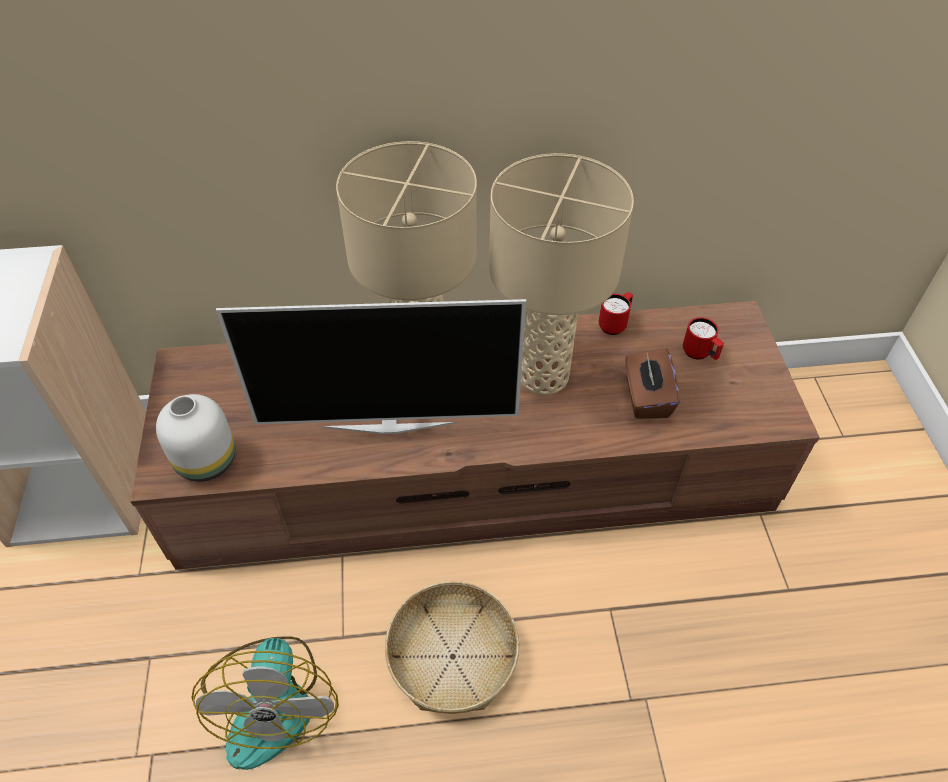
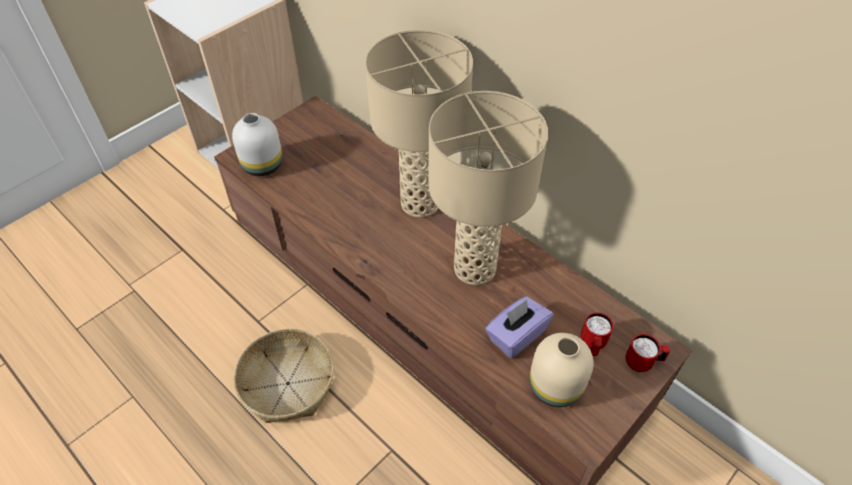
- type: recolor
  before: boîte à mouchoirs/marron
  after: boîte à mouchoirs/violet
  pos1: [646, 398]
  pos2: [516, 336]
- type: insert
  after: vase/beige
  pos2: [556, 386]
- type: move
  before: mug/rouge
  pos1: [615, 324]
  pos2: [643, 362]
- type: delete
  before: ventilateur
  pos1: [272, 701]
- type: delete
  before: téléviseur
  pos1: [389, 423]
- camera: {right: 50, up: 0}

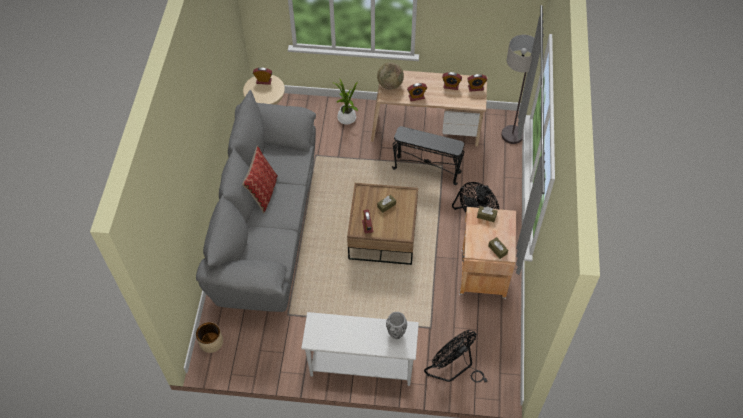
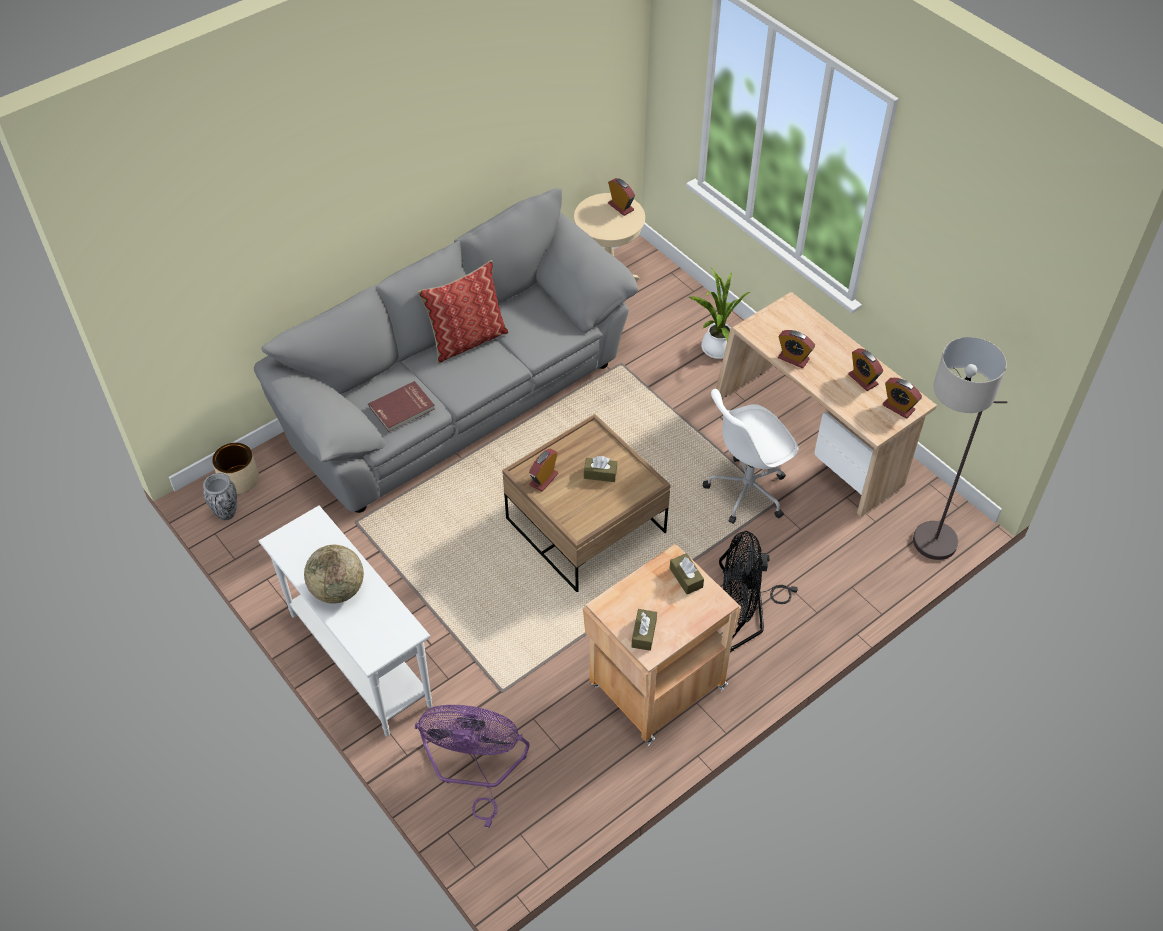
- type: move
  before: vase
  pos1: [396, 333]
  pos2: [226, 513]
- type: move
  before: globe
  pos1: [390, 84]
  pos2: [338, 590]
- type: insert
  after: livre/rouge
  pos2: [402, 408]
- type: recolor
  before: ventilateur/noir
  after: ventilateur/violet
  pos1: [456, 366]
  pos2: [474, 770]
- type: replace
  before: table d'appoint/noir
  after: chaise de bureau/blanc
  pos1: [426, 171]
  pos2: [744, 493]
- camera: {right: 45, up: -5}

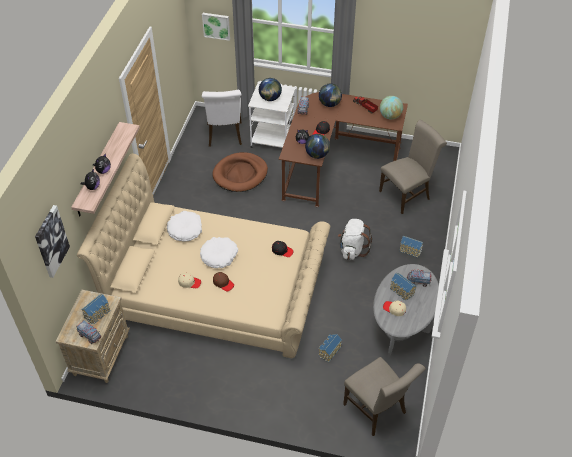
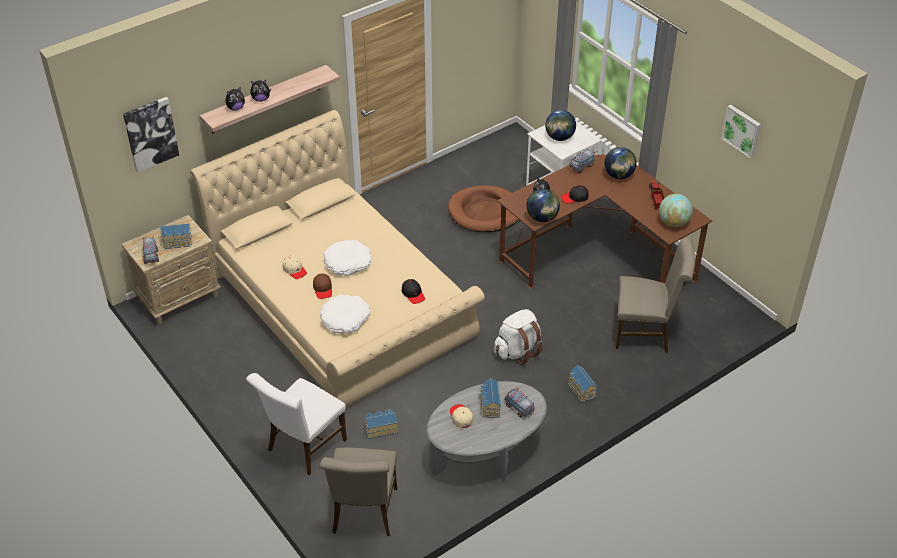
- type: move
  before: chaise/blanc
  pos1: [225, 136]
  pos2: [303, 448]
- type: move
  before: coussin/blanc
  pos1: [184, 230]
  pos2: [344, 319]
- type: move
  before: tableau
  pos1: [216, 25]
  pos2: [742, 130]
- camera: {right: 40, up: -5}

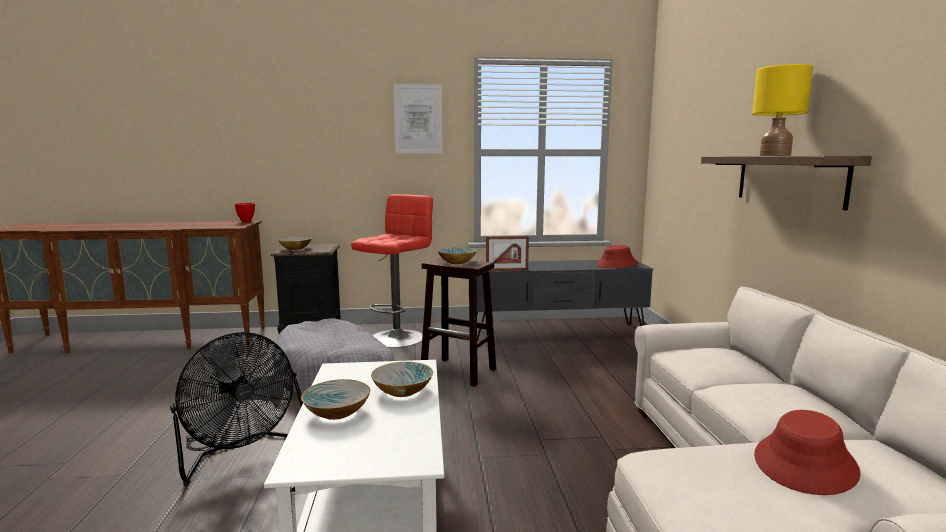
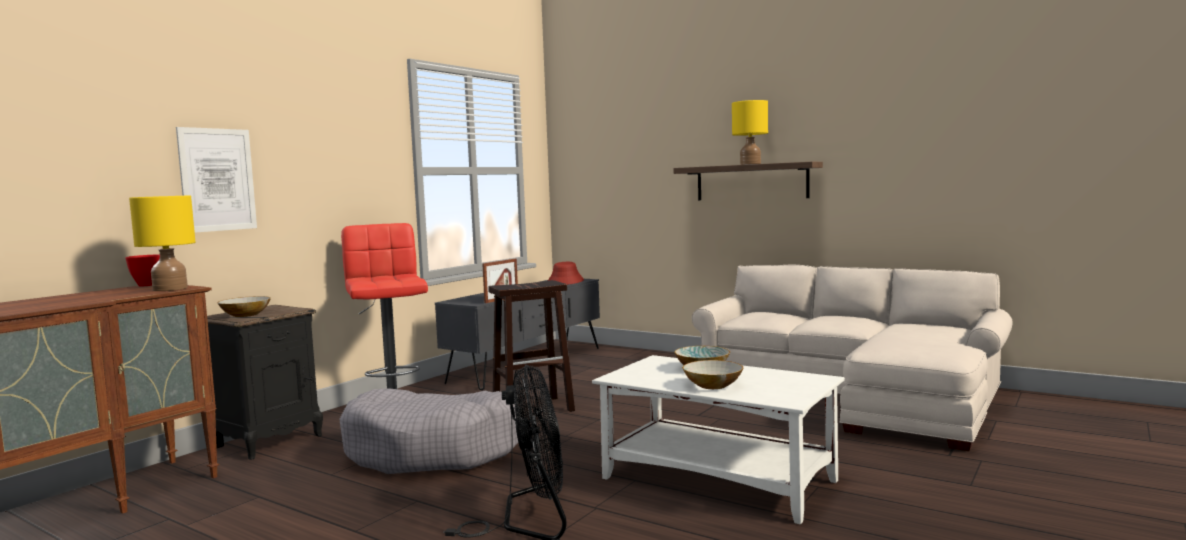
- type: insert
  after: lampe de table/jaune
  pos2: [170, 289]
- type: move
  before: tableau
  pos1: [418, 119]
  pos2: [217, 179]
- type: delete
  before: bol
  pos1: [457, 262]
- type: delete
  before: chapeau/rouge
  pos1: [805, 464]
- camera: {right: -50, up: -5}

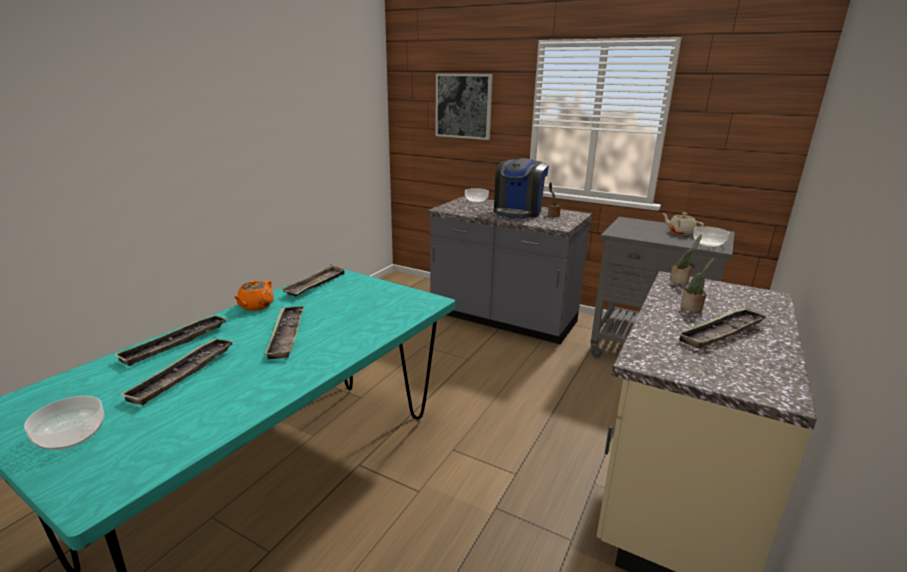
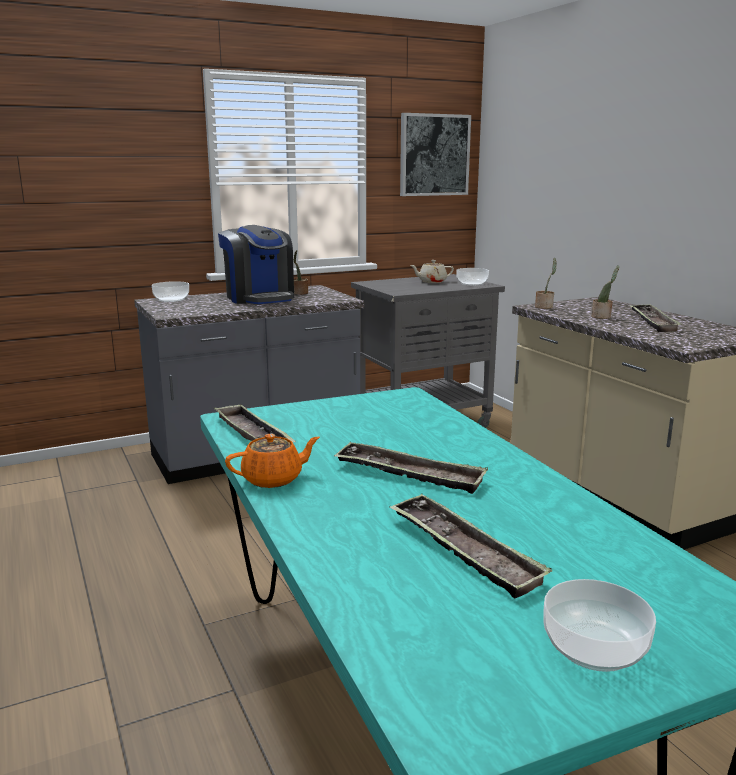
- type: rotate
  before: théière/orange
  pos1: [255, 306]
  pos2: [273, 479]
  turn: -75
- type: move
  before: tableau
  pos1: [463, 106]
  pos2: [434, 155]
- type: delete
  before: plateau
  pos1: [175, 343]
- camera: {right: -55, up: -5}

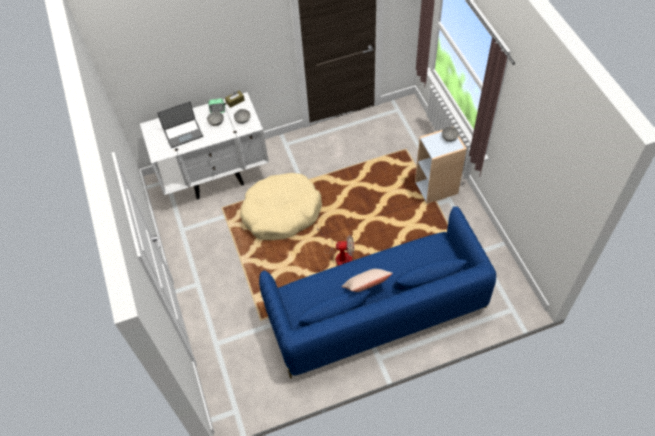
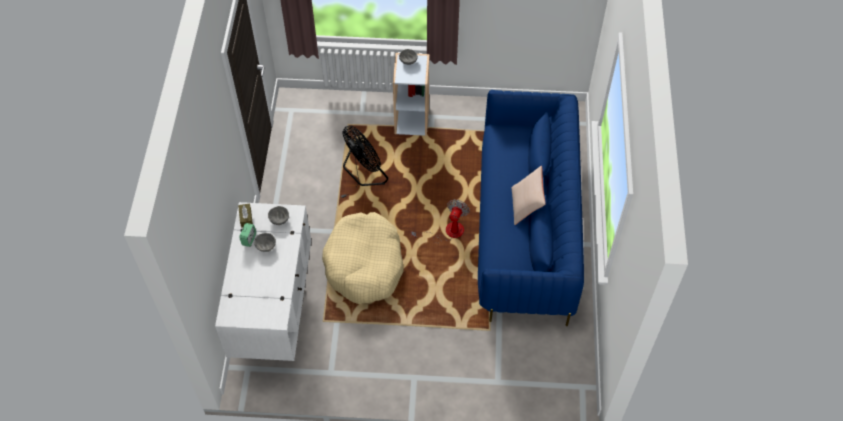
- type: insert
  after: ventilateur/noir
  pos2: [359, 173]
- type: delete
  before: ordinateur portable
  pos1: [183, 133]
- camera: {right: -70, up: 0}

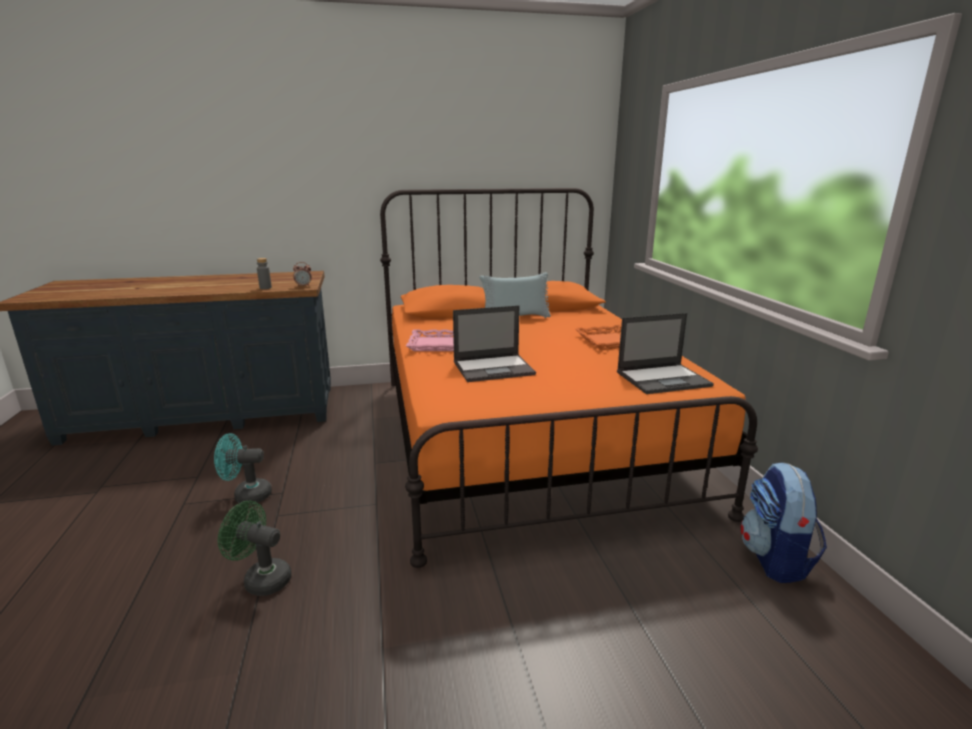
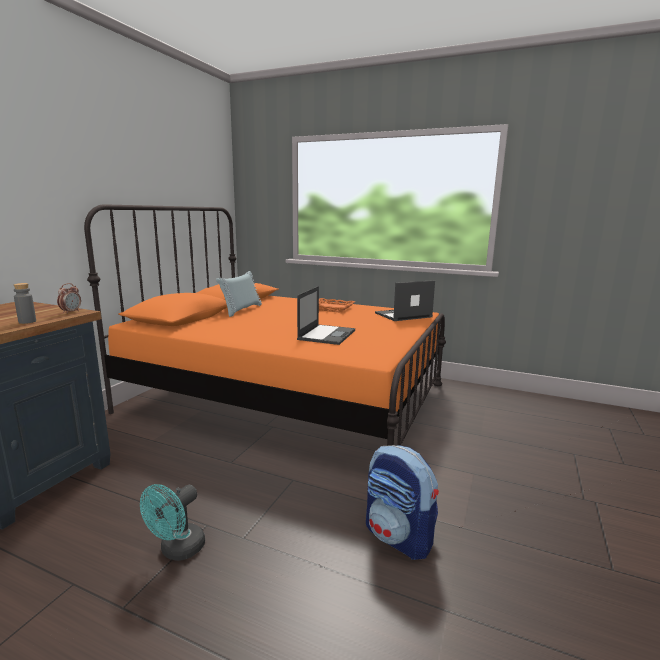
- type: move
  before: sac à dos
  pos1: [775, 559]
  pos2: [399, 537]
- type: rotate
  before: ordinateur portable
  pos1: [664, 379]
  pos2: [403, 315]
  turn: -135
- type: delete
  before: ventilateur/vert
  pos1: [261, 579]
- type: delete
  before: plateau/rose
  pos1: [437, 345]
- camera: {right: -55, up: -5}

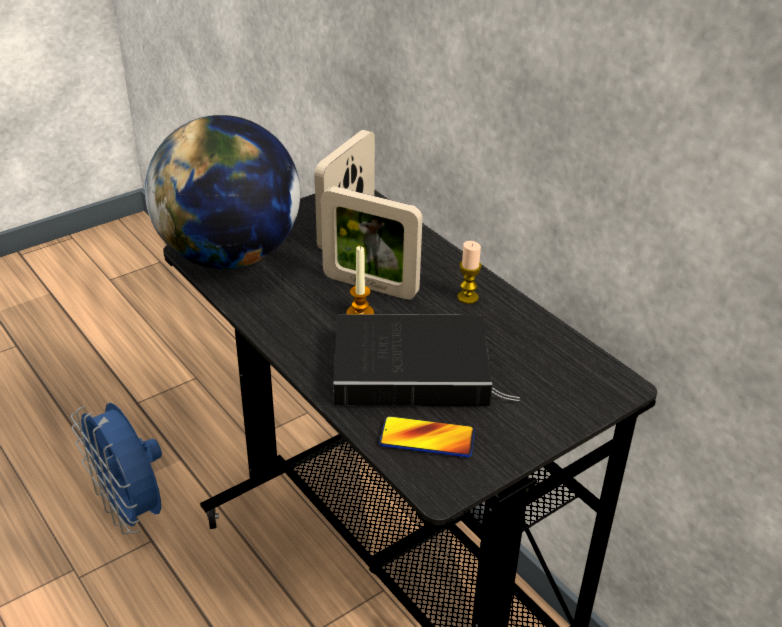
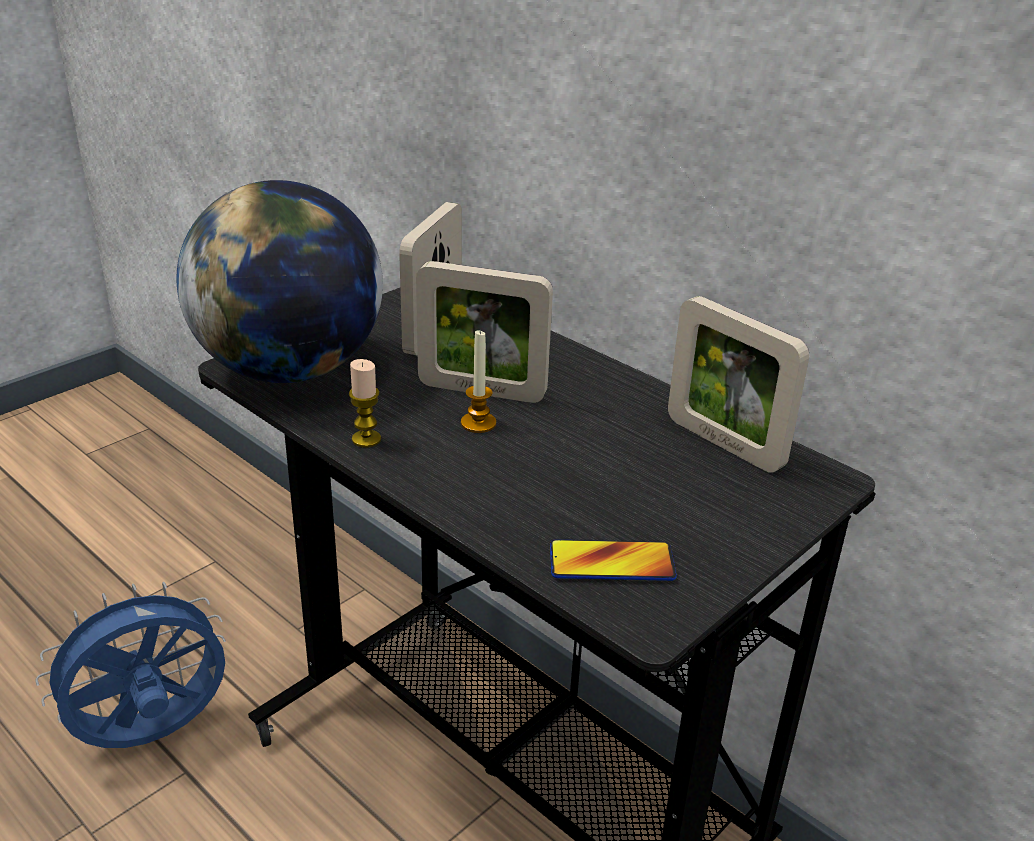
- type: rotate
  before: ventilateur/bleu
  pos1: [131, 511]
  pos2: [153, 736]
  turn: 105
- type: move
  before: bougie
  pos1: [467, 297]
  pos2: [366, 439]
- type: insert
  after: cadre photo
  pos2: [724, 443]
- type: delete
  before: livre
  pos1: [416, 368]
- camera: {right: -10, up: -5}

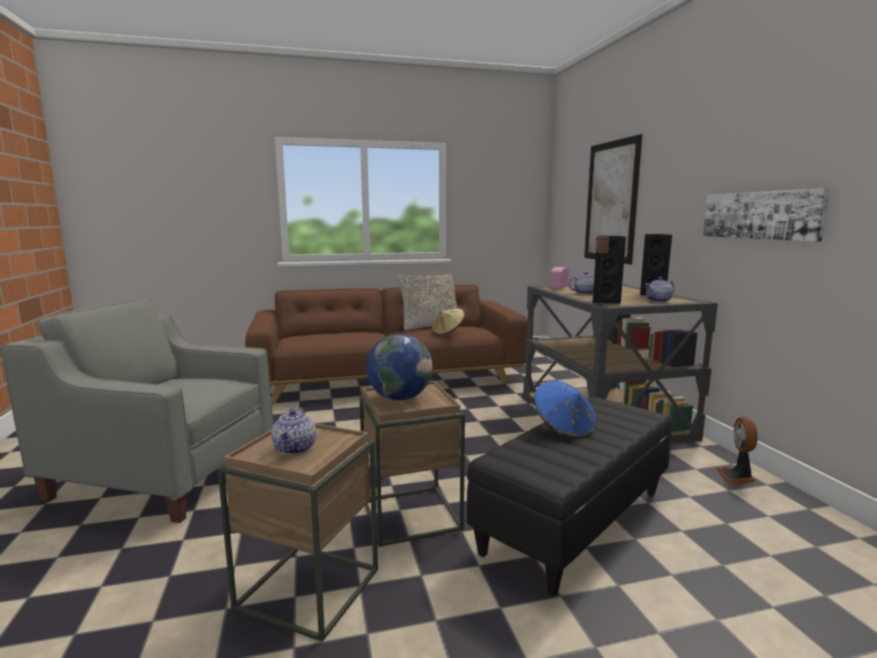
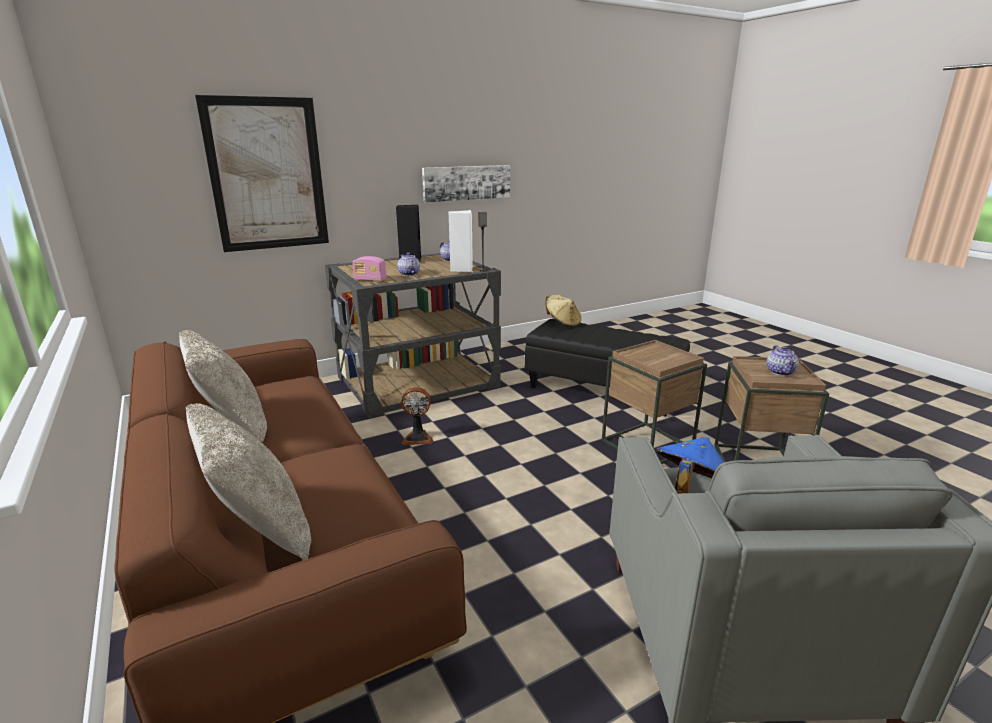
- type: insert
  after: coussin/beige
  pos2: [259, 530]
- type: move
  before: ventilateur
  pos1: [737, 477]
  pos2: [418, 438]
- type: recolor
  before: enceinte/noir
  after: enceinte/blanc
  pos1: [605, 301]
  pos2: [461, 269]
- type: move
  before: chapeau/beige
  pos1: [448, 333]
  pos2: [563, 323]
- type: move
  before: chapeau/bleu
  pos1: [564, 429]
  pos2: [691, 488]
- type: rotate
  before: théière
  pos1: [295, 448]
  pos2: [780, 372]
  turn: 105
- type: delete
  before: globe
  pos1: [400, 398]
- camera: {right: -105, up: 10}

